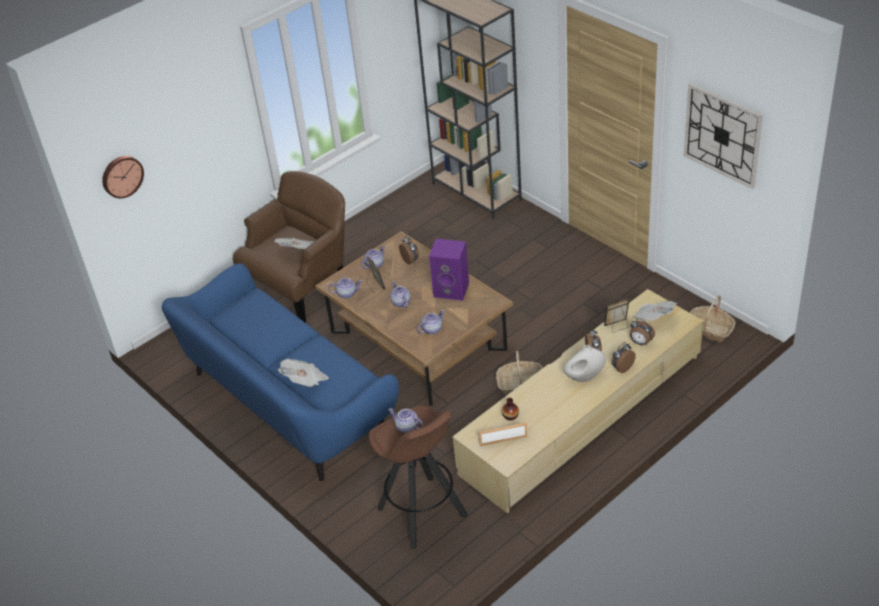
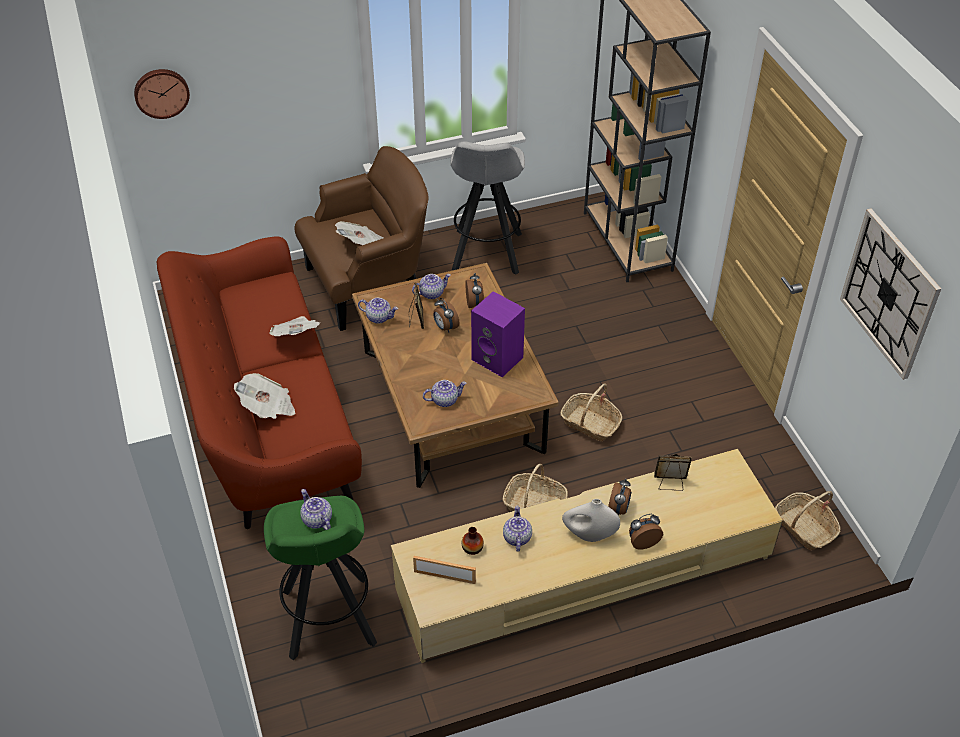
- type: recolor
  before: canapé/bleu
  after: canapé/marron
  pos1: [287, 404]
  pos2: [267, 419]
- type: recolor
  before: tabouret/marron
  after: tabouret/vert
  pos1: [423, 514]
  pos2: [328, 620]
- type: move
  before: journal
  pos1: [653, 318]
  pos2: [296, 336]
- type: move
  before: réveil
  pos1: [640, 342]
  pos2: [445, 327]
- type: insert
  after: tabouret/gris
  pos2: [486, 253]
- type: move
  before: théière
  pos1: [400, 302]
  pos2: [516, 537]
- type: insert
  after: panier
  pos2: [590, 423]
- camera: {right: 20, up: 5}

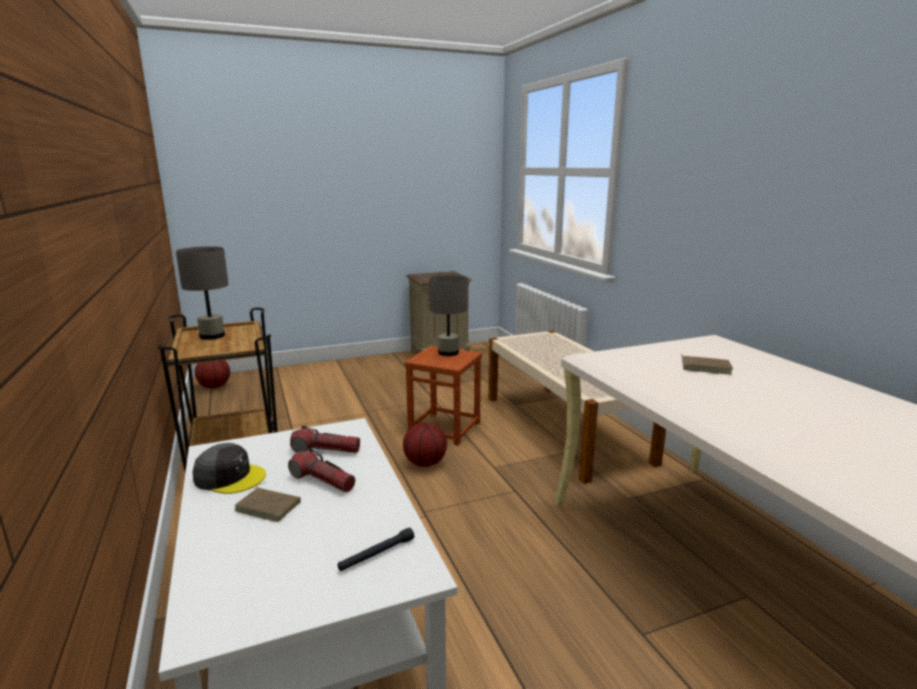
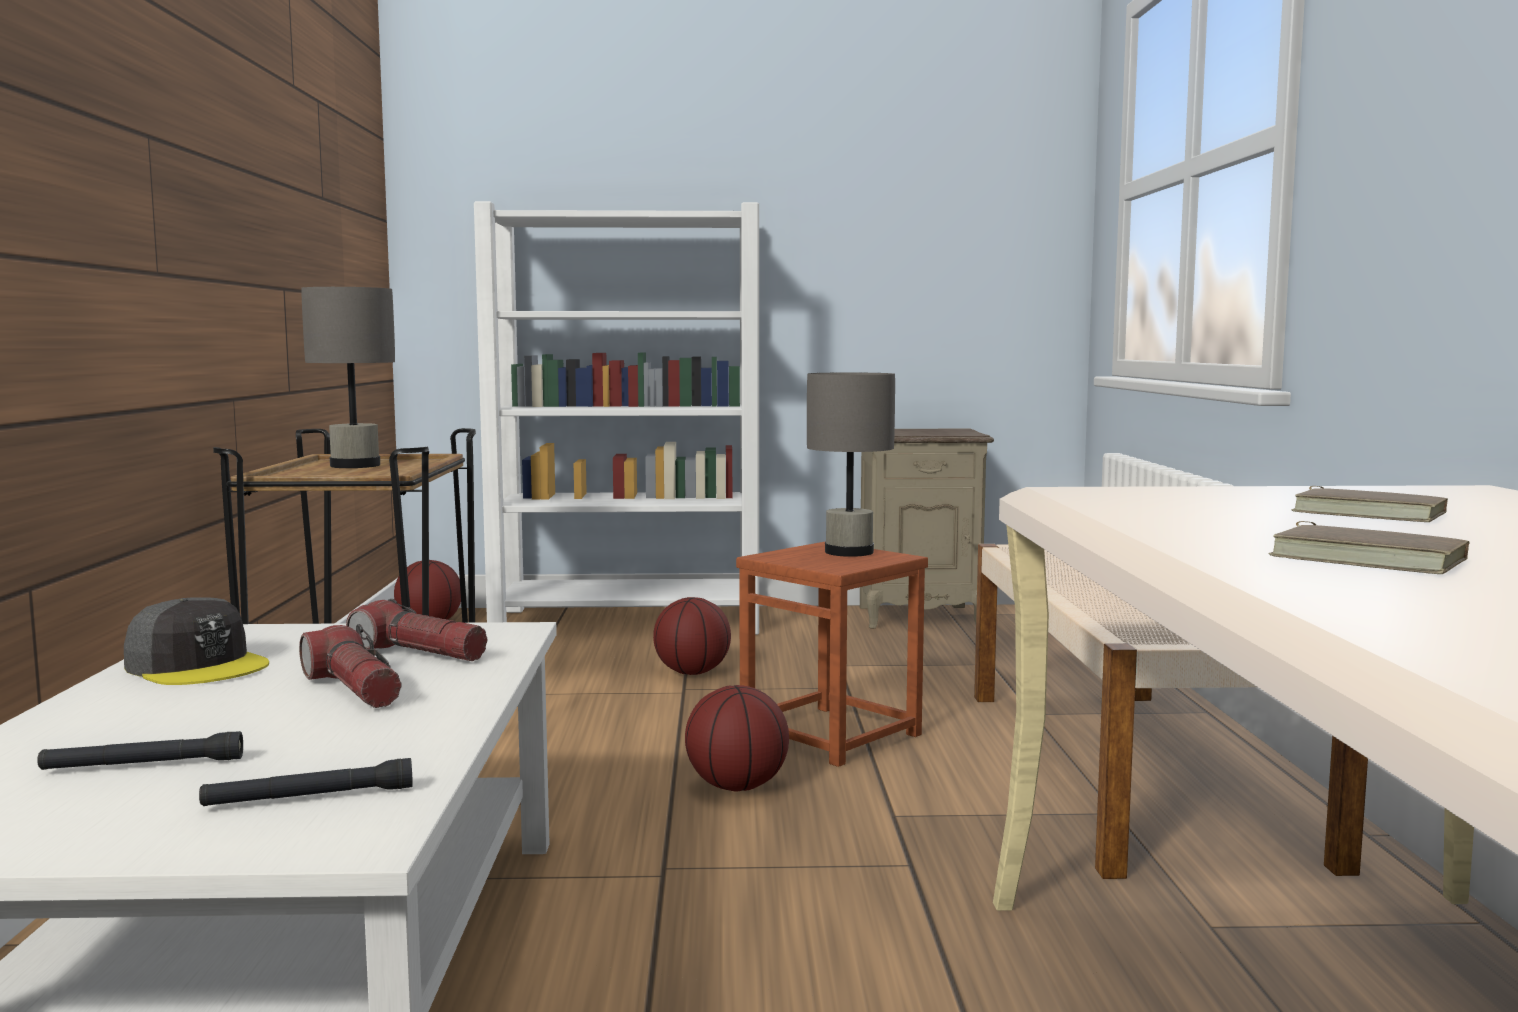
- type: insert
  after: lampe de poche/noir
  pos2: [143, 765]
- type: insert
  after: bibliothèque/blanc
  pos2: [629, 621]
- type: insert
  after: ballon de basket
  pos2: [693, 673]
- type: move
  before: livre/marron
  pos1: [269, 506]
  pos2: [1370, 559]
- camera: {right: 20, up: -10}

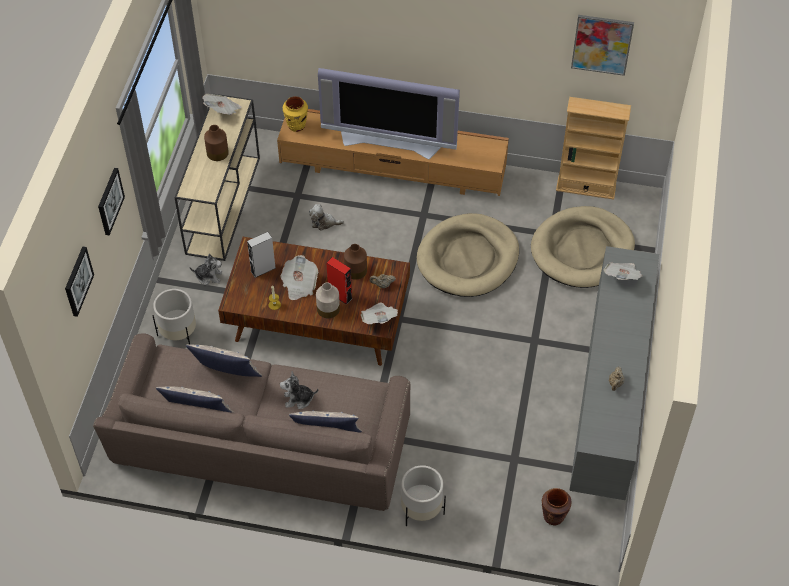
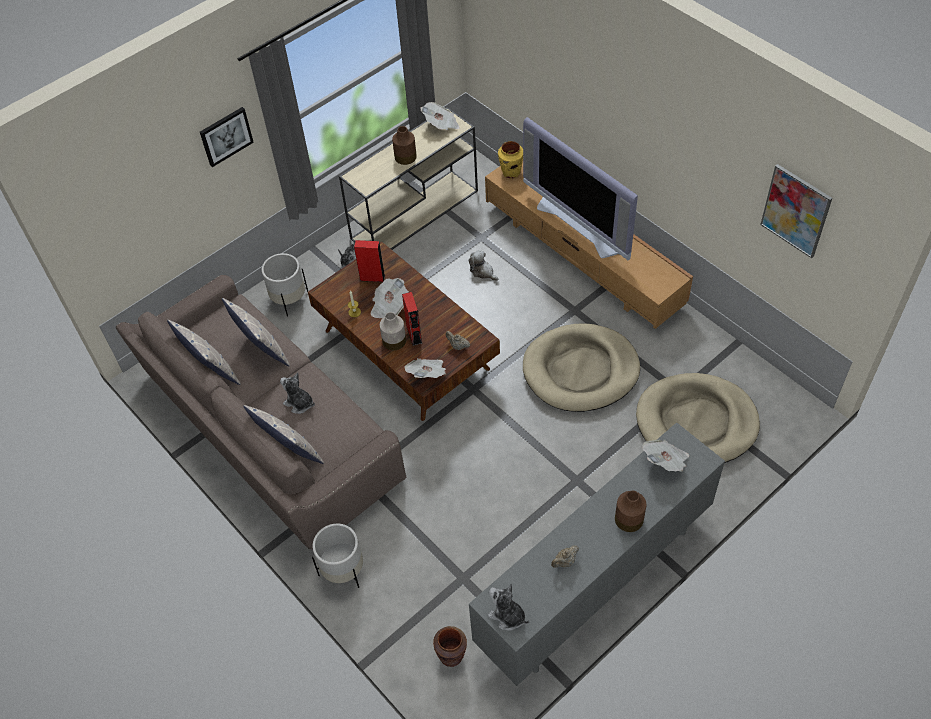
- type: recolor
  before: enceinte/gris
  after: enceinte/rouge
  pos1: [263, 269]
  pos2: [372, 277]
- type: insert
  after: peluche
  pos2: [507, 616]
- type: move
  before: vase/marron
  pos1: [355, 270]
  pos2: [628, 519]
- type: delete
  before: tableau
  pos1: [77, 281]
- type: delete
  before: bibliothèque/beige
  pos1: [586, 187]
- camera: {right: 40, up: 0}

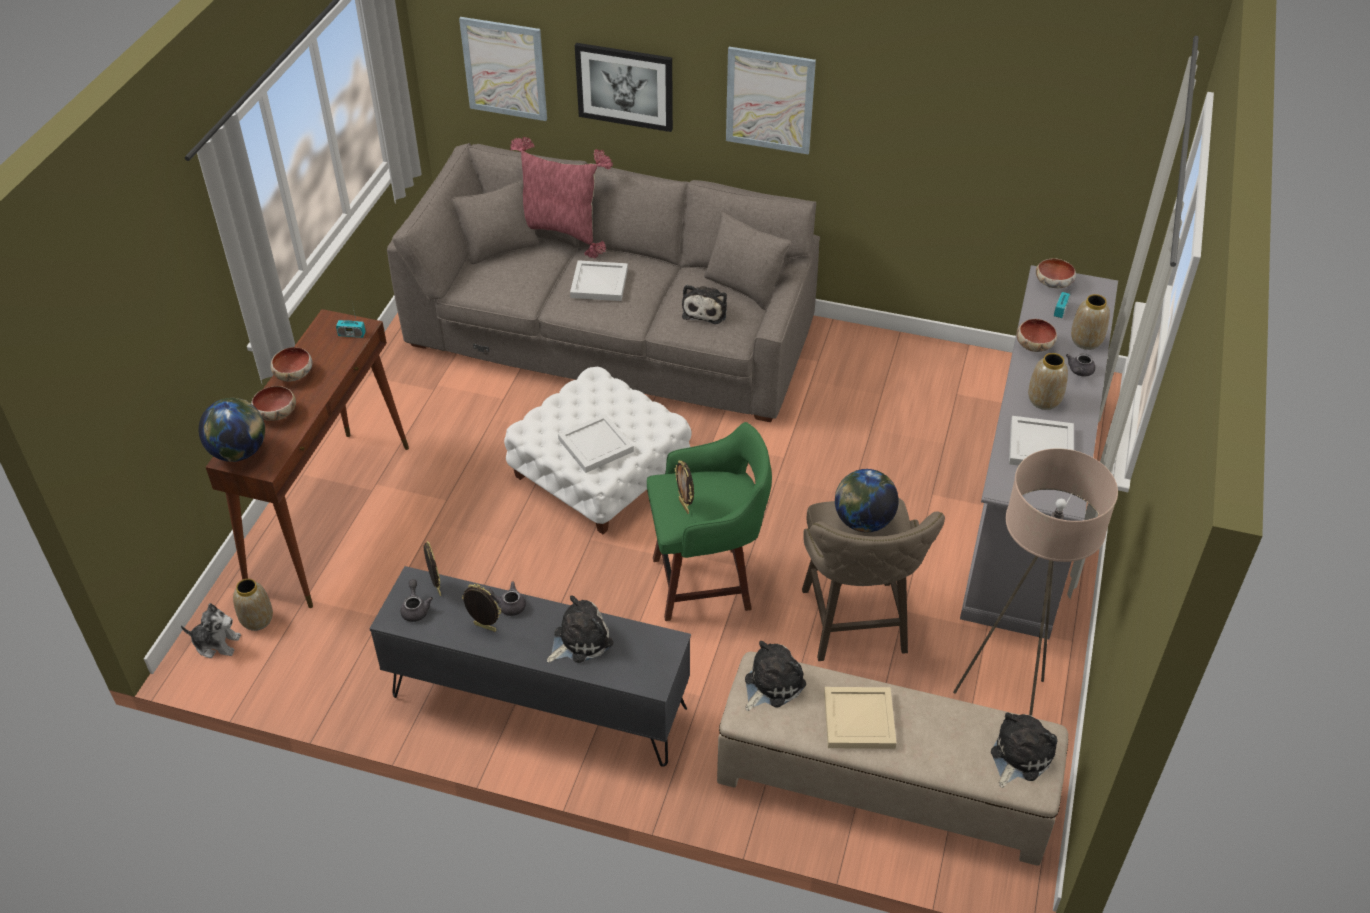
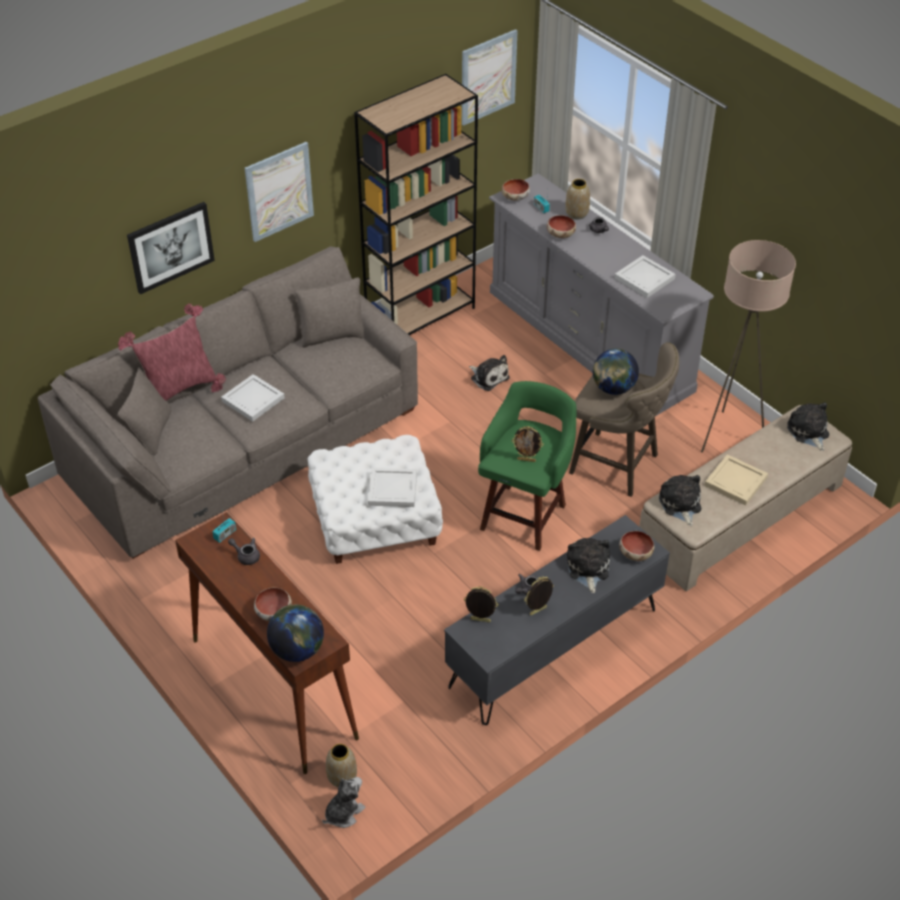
- type: move
  before: théière/gris
  pos1: [415, 608]
  pos2: [246, 556]
- type: insert
  after: bibliothèque/beige
  pos2: [420, 316]
- type: move
  before: tableau
  pos1: [504, 68]
  pos2: [488, 77]
- type: move
  before: peluche
  pos1: [706, 310]
  pos2: [488, 377]
- type: move
  before: bol
  pos1: [294, 374]
  pos2: [635, 553]
- type: delete
  before: vase
  pos1: [1044, 400]
- camera: {right: -55, up: 0}

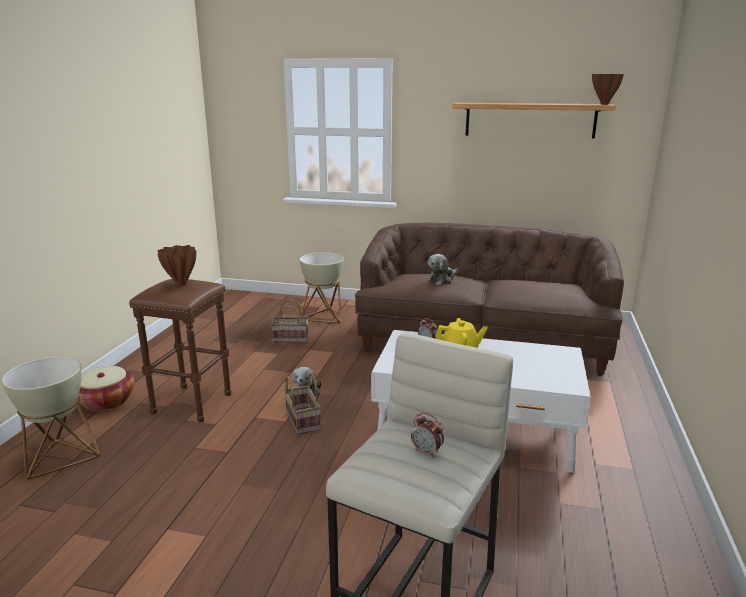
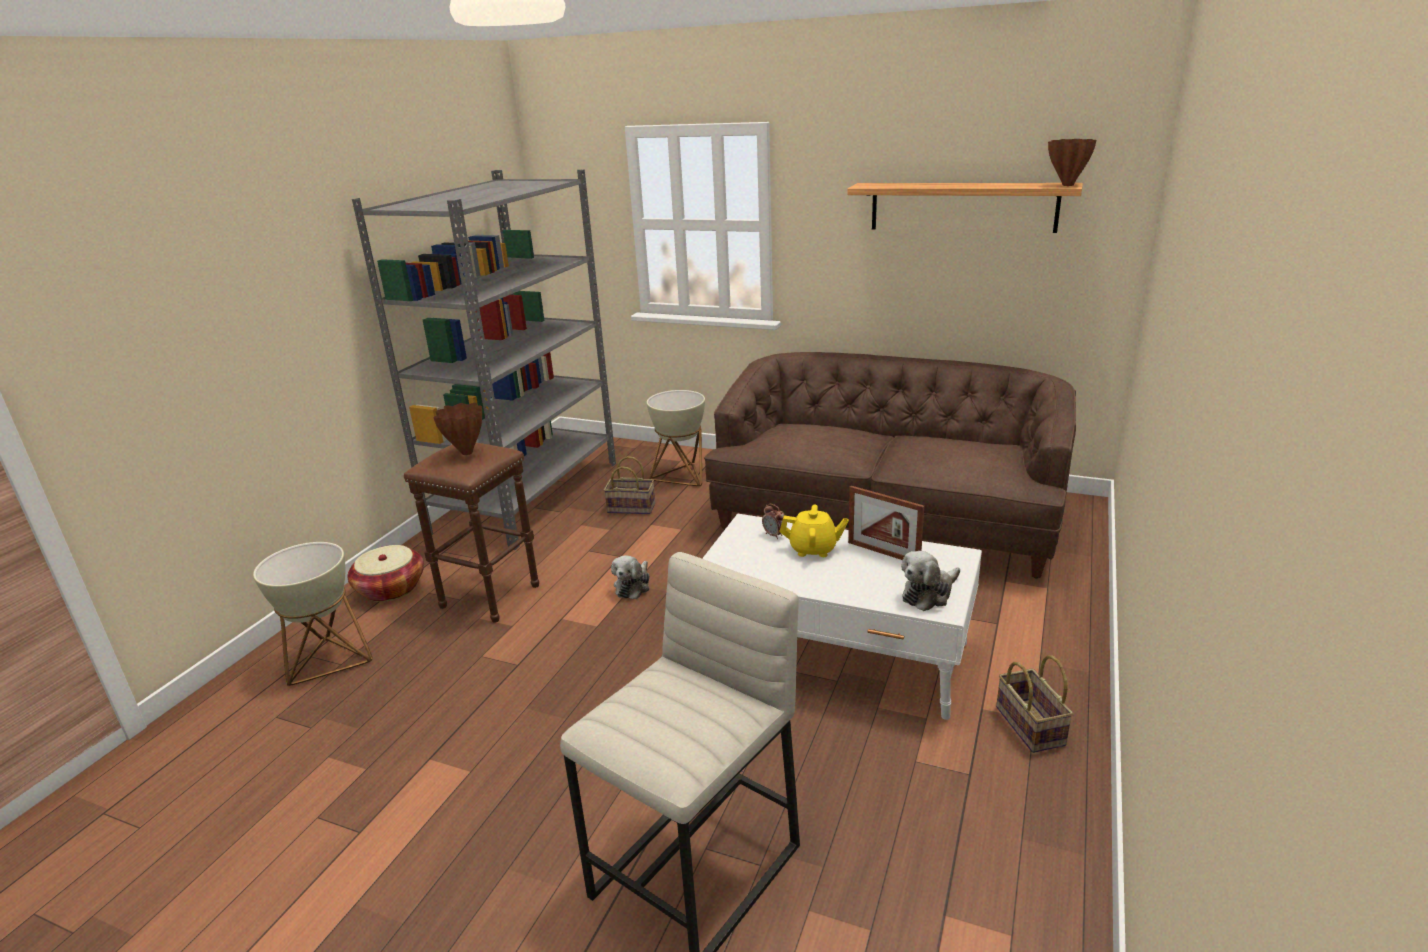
- type: insert
  after: bibliothèque/gris
  pos2: [528, 496]
- type: insert
  after: cadre photo
  pos2: [883, 553]
- type: move
  before: peluche
  pos1: [442, 280]
  pos2: [929, 594]
- type: move
  before: panier
  pos1: [301, 420]
  pos2: [1027, 725]
- type: delete
  before: réveil
  pos1: [427, 452]
- camera: {right: 10, up: 5}

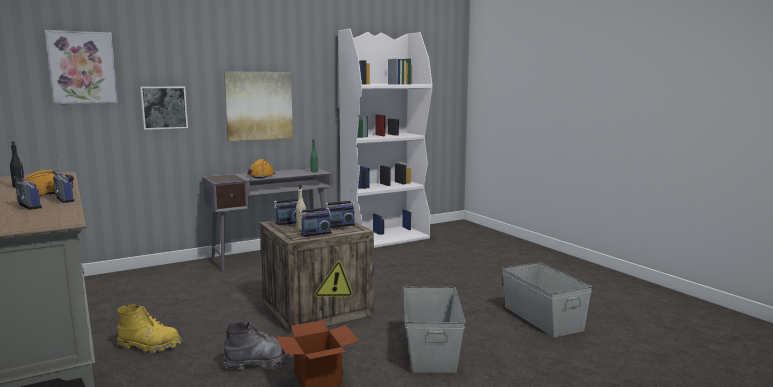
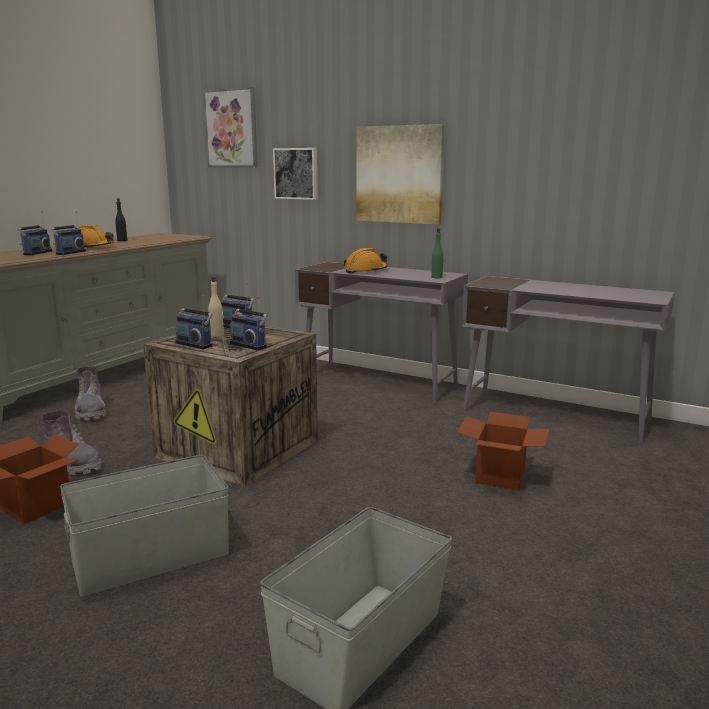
- type: recolor
  before: botte/jaune
  after: botte/gris
  pos1: [149, 346]
  pos2: [91, 411]
- type: insert
  after: carton
  pos2: [500, 476]
- type: replace
  before: bibliothèque/blanc
  after: bureau/gris
  pos1: [386, 238]
  pos2: [555, 415]
- camera: {right: 60, up: 5}

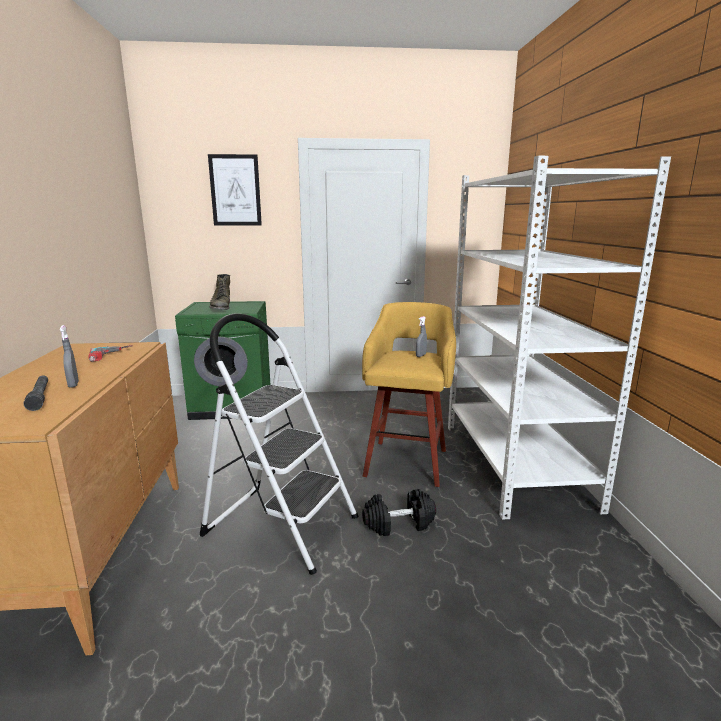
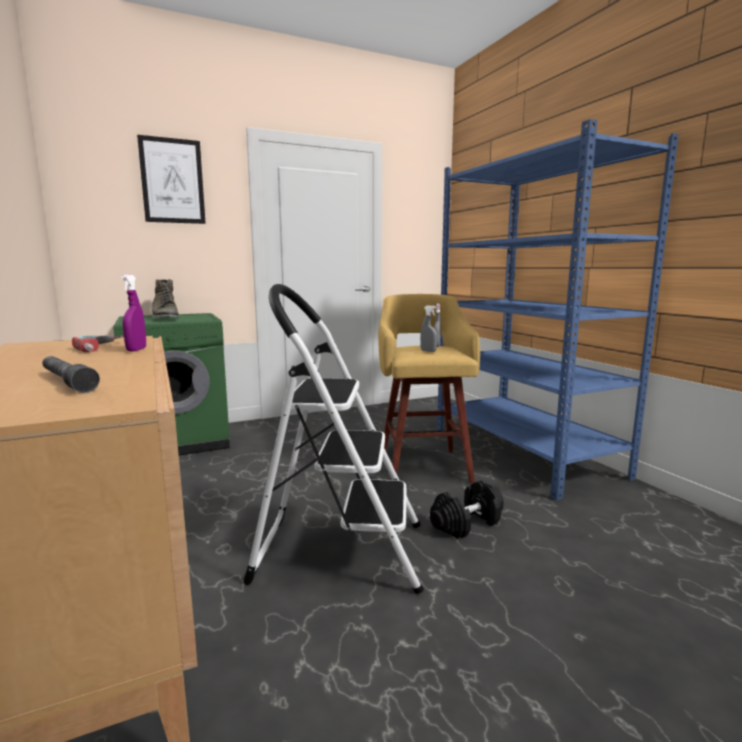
- type: insert
  after: vaporisateur/violet
  pos2: [136, 350]
- type: move
  before: vaporisateur/gris
  pos1: [73, 385]
  pos2: [428, 351]
- type: recolor
  before: bibliothèque/blanc
  after: bibliothèque/bleu
  pos1: [514, 464]
  pos2: [523, 453]
- camera: {right: -20, up: -5}

